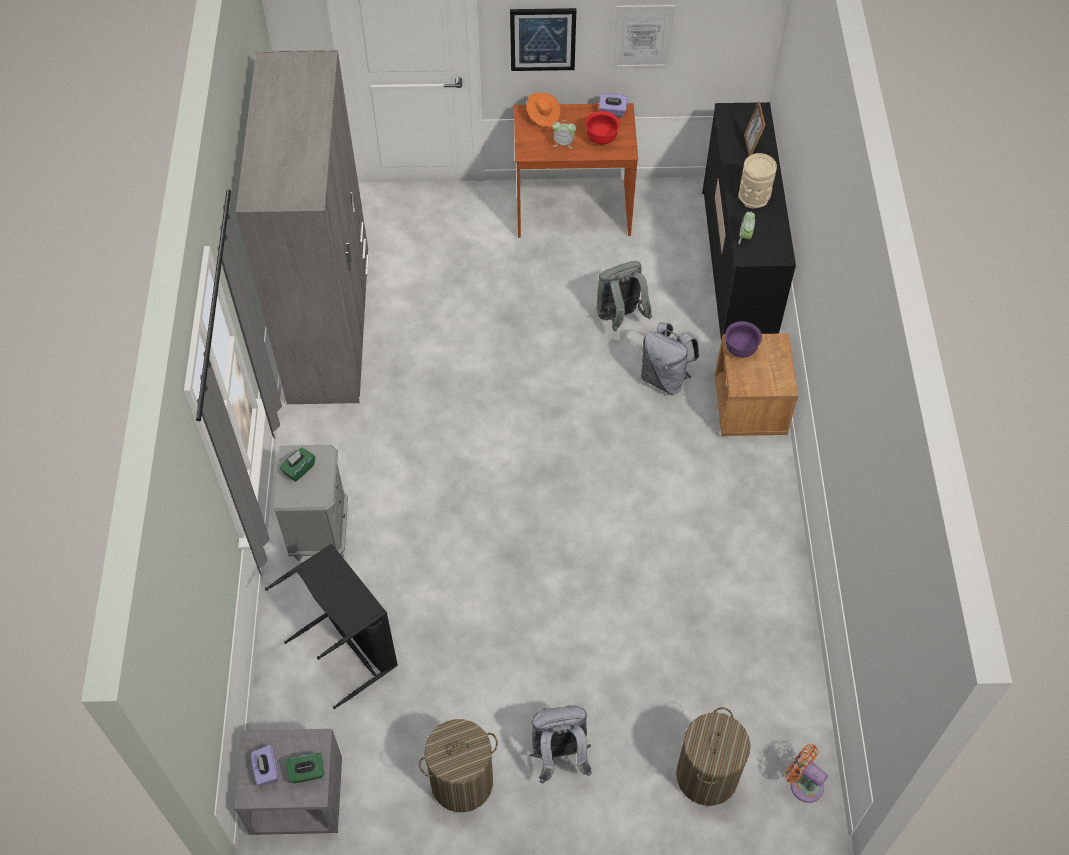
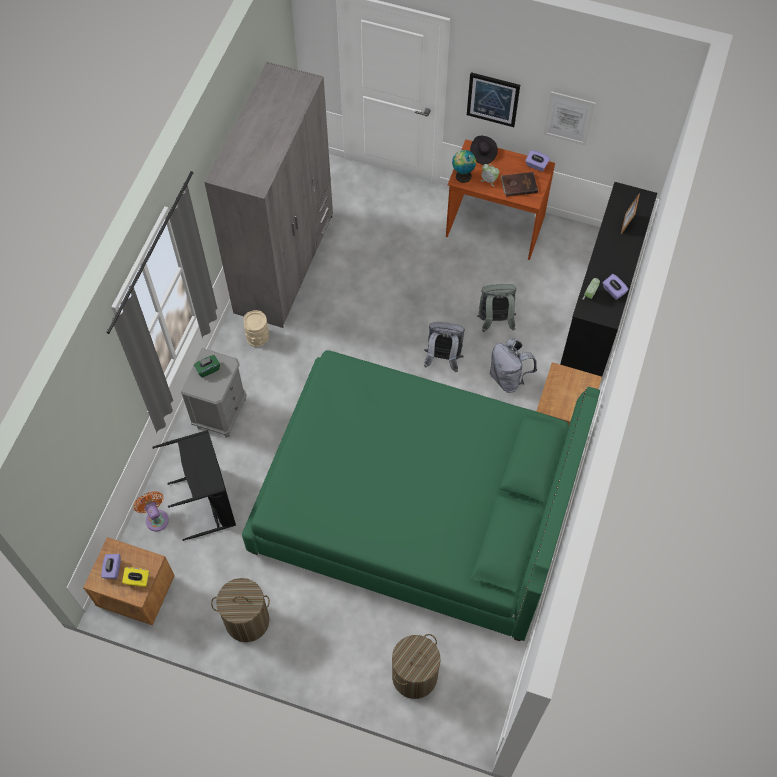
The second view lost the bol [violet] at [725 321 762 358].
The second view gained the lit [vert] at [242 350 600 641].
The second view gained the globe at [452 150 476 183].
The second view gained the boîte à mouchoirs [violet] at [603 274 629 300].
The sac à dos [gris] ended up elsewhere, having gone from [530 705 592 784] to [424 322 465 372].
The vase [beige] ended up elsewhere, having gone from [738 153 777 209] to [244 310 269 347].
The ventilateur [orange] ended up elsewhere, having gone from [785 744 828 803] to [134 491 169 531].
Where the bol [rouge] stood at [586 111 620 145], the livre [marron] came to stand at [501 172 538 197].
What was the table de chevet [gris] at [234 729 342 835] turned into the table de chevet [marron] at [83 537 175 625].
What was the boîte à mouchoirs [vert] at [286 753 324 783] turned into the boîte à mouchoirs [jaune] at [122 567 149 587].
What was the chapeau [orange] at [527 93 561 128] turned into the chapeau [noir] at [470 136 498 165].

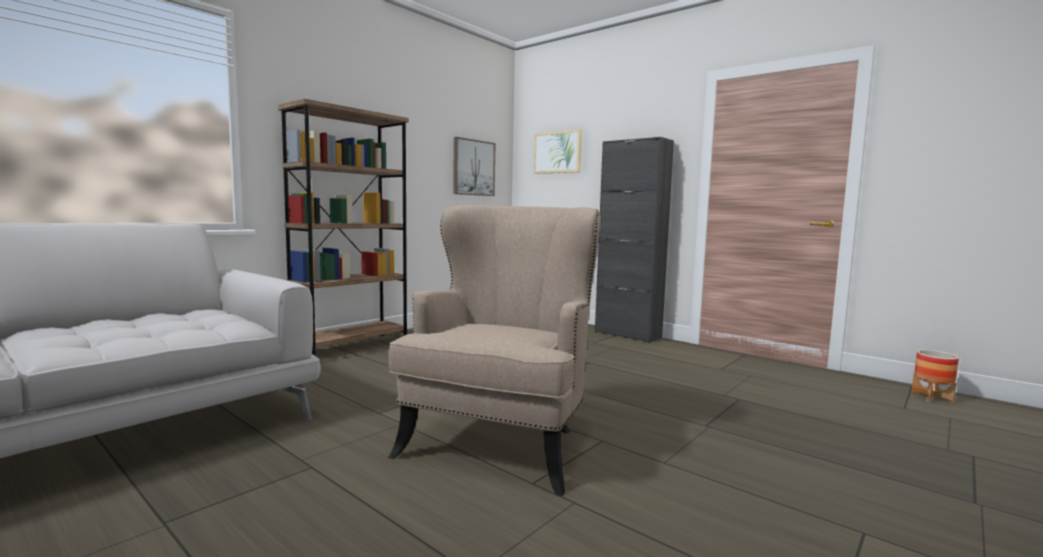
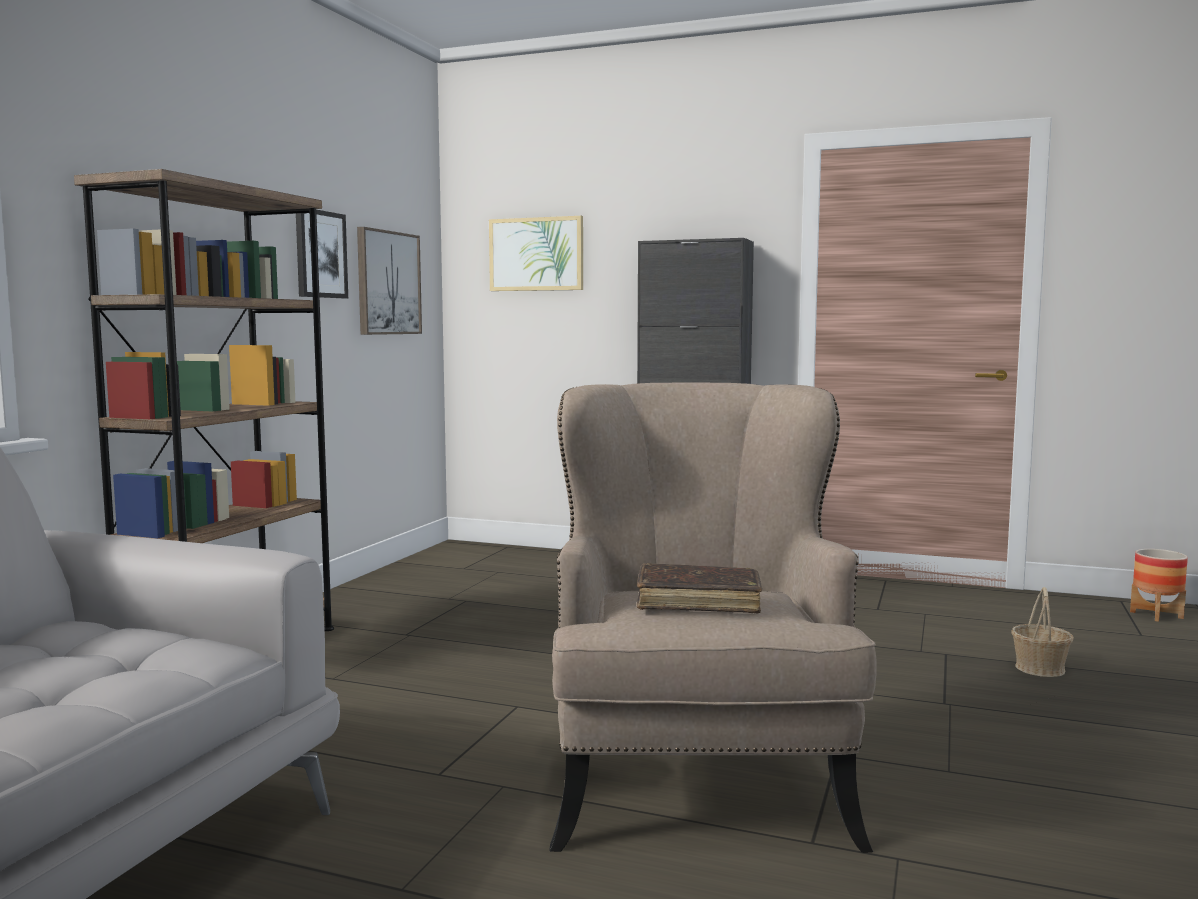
The second view gained the tableau at [296 210 348 298].
The second view gained the livre [marron] at [637 563 762 613].
The second view gained the panier at [1011 587 1074 677].

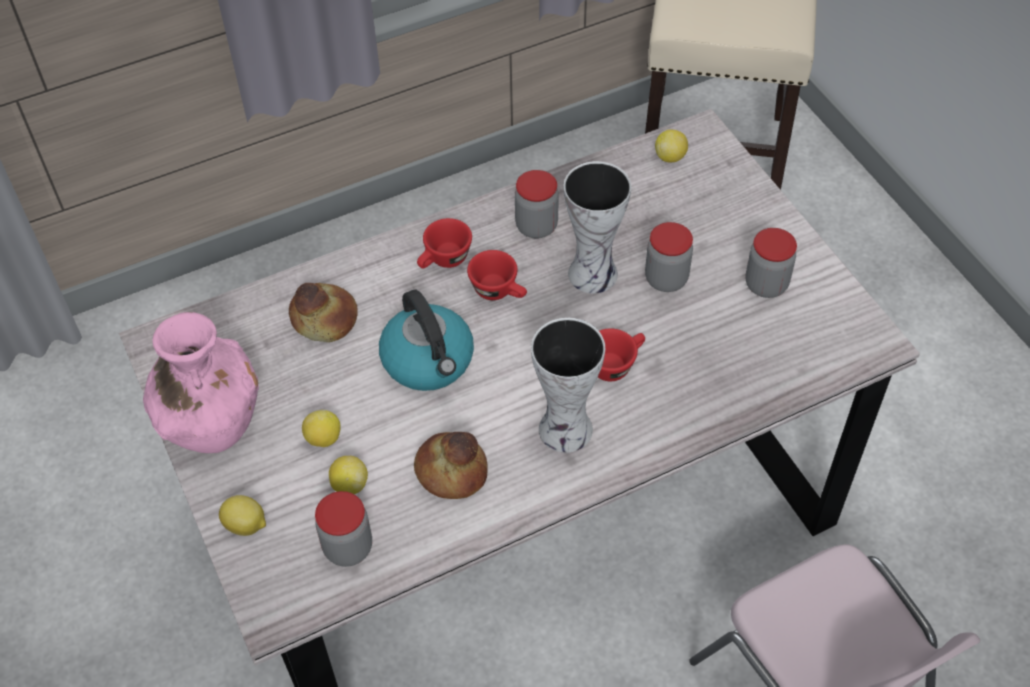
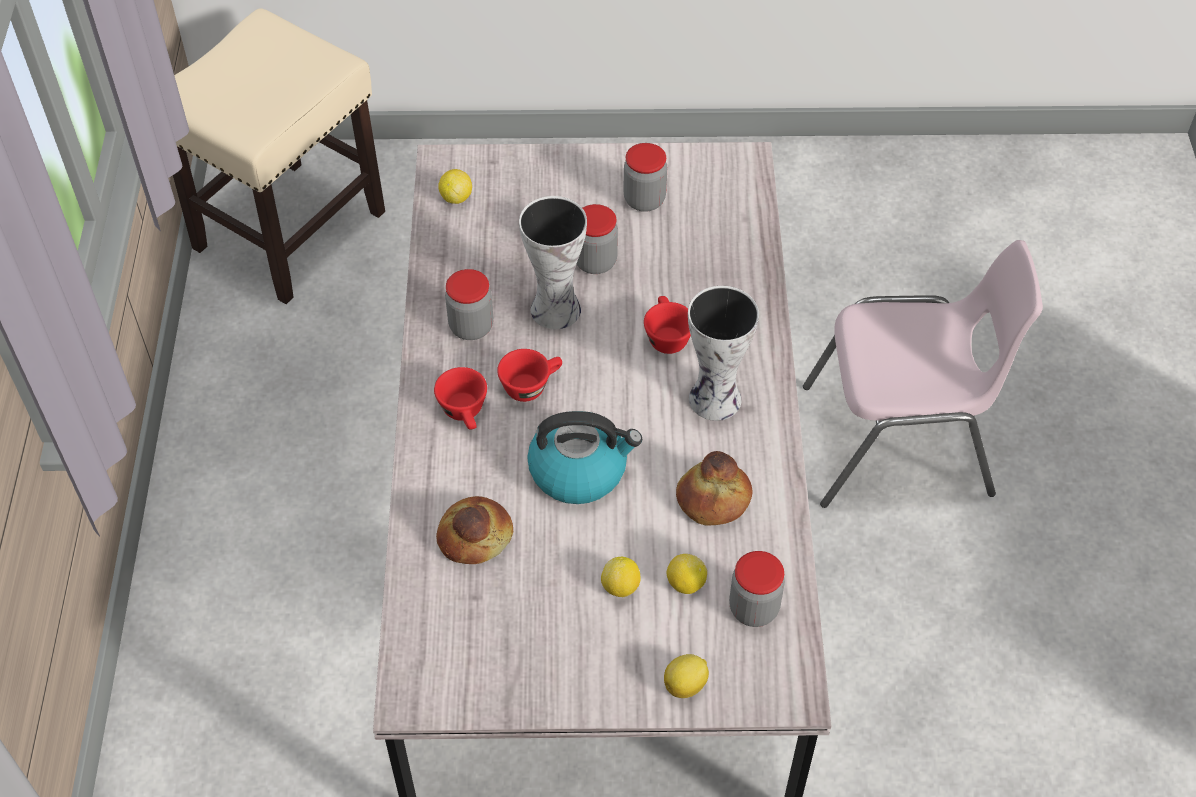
The second view lost the vase [rose] at [143 312 259 453].

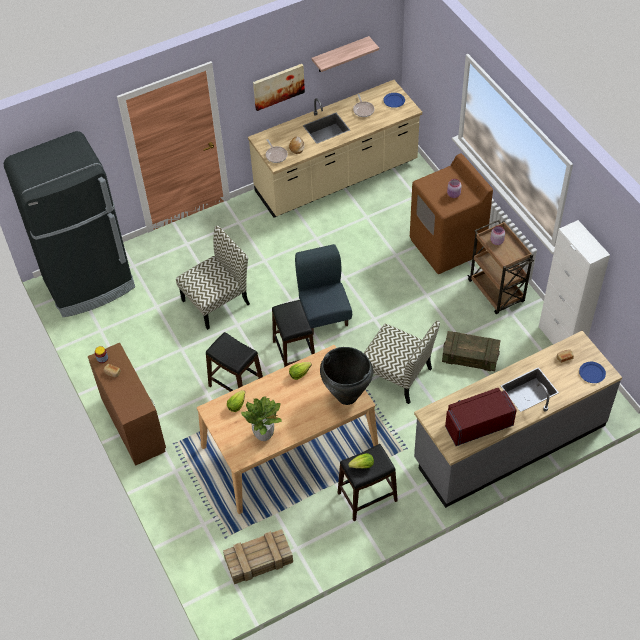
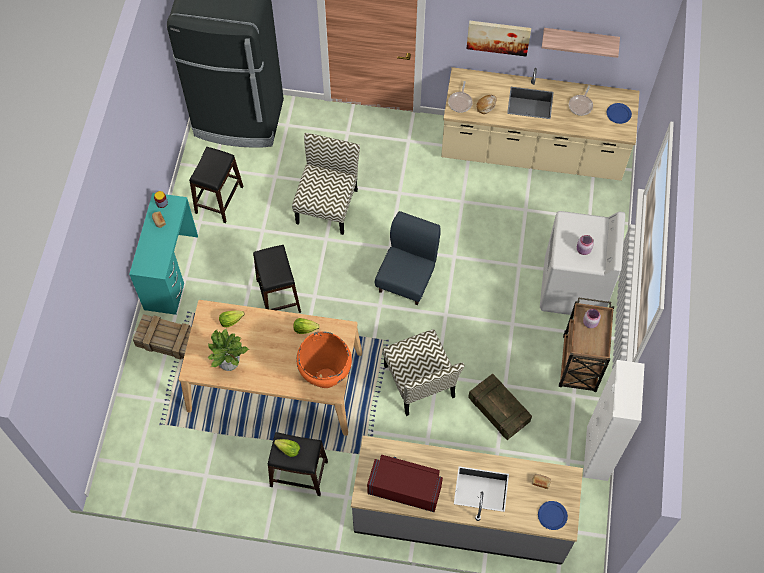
The caisse ended up elsewhere, having gone from [223 529 293 584] to [133 314 191 359].
The tabouret [noir] ended up elsewhere, having gone from [272 300 315 367] to [189 147 243 223].
What was the bureau [marron] at [88 343 166 466] turned into the bureau [turquoise] at [129 193 198 315].
What was the vase [noir] at [320 347 373 405] turned into the vase [orange] at [296 331 352 388].
What was the lave-linge [marron] at [410 153 493 274] turned into the lave-linge [blanc] at [540 211 625 315].
The chaise at [176 225 250 330] ended up facing another way, 75 degrees counterclockwise from before.

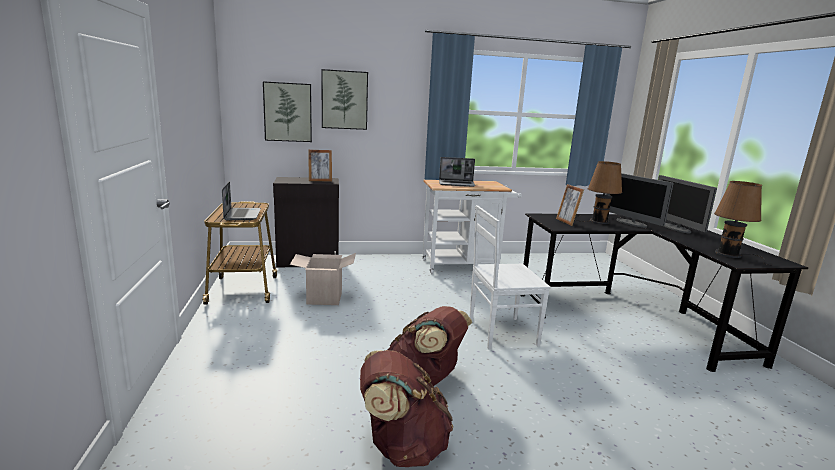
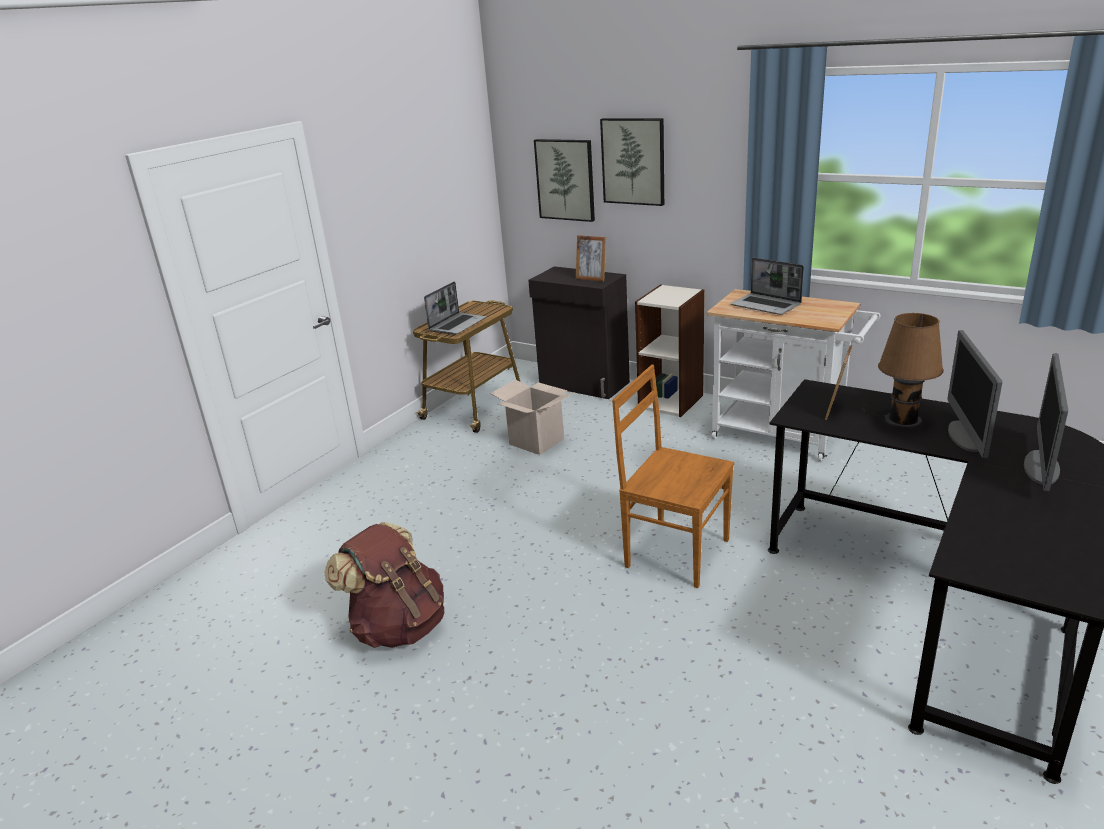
The second view lost the sac à dos [marron] at [388 306 472 386].
The second view lost the lampe de table [marron] at [714 181 769 265].
The second view gained the bibliothèque at [635 285 705 417].
What was the chaise [blanc] at [470 205 550 349] turned into the chaise [marron] at [612 365 734 588].

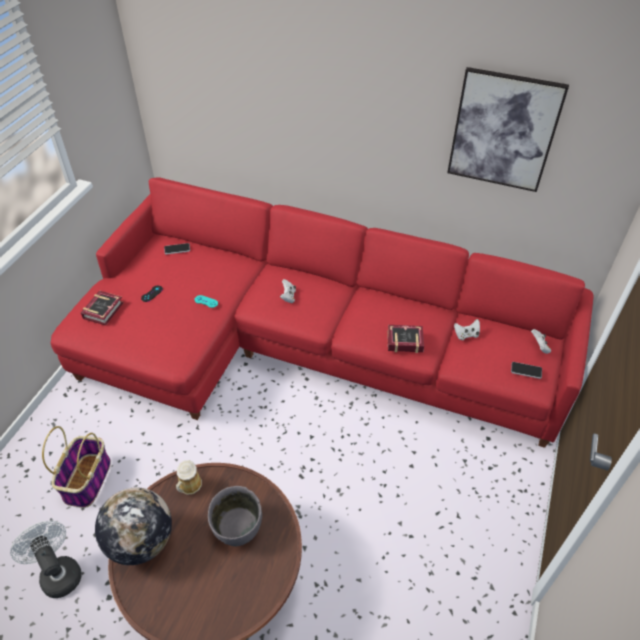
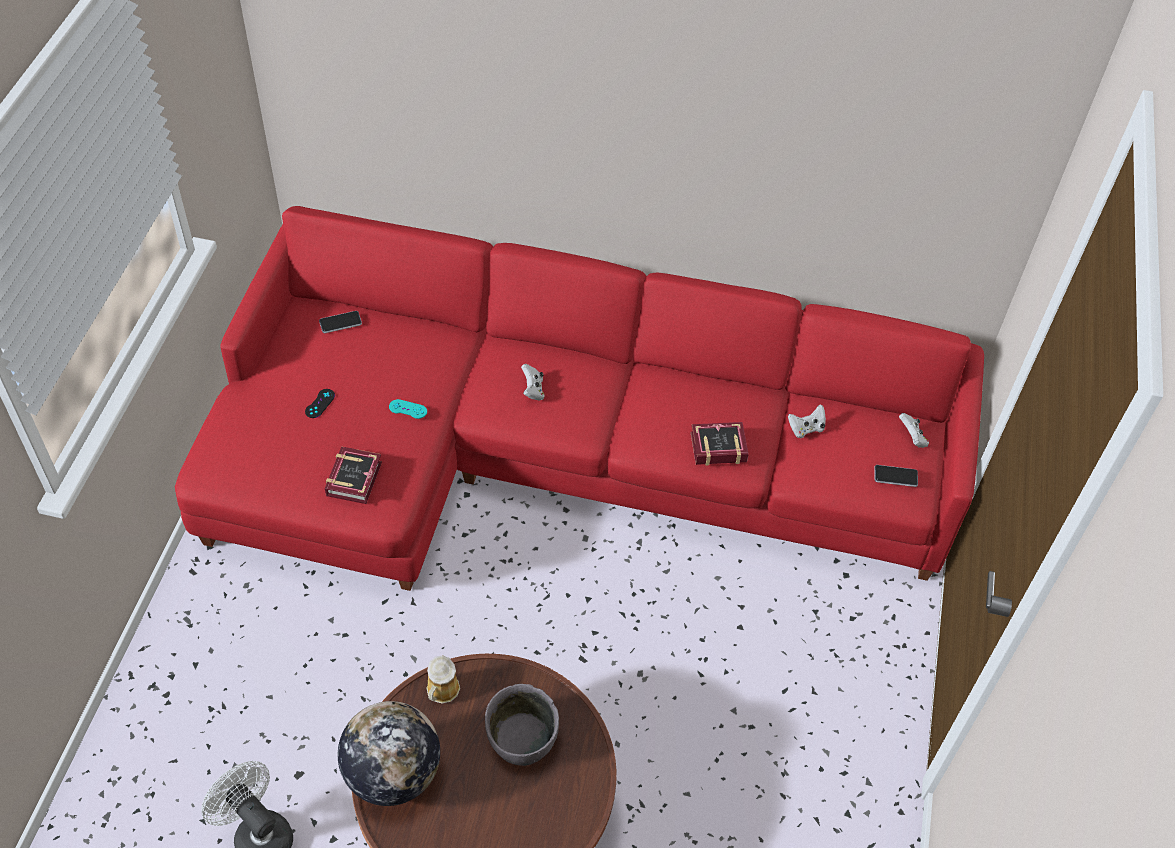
The second view lost the panier at [42 426 111 508].
The second view lost the tableau at [447 67 569 192].
The livre ended up elsewhere, having gone from [81 290 124 325] to [325 446 382 504].

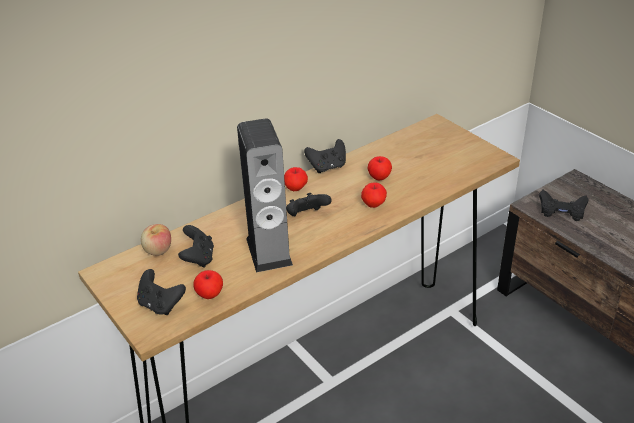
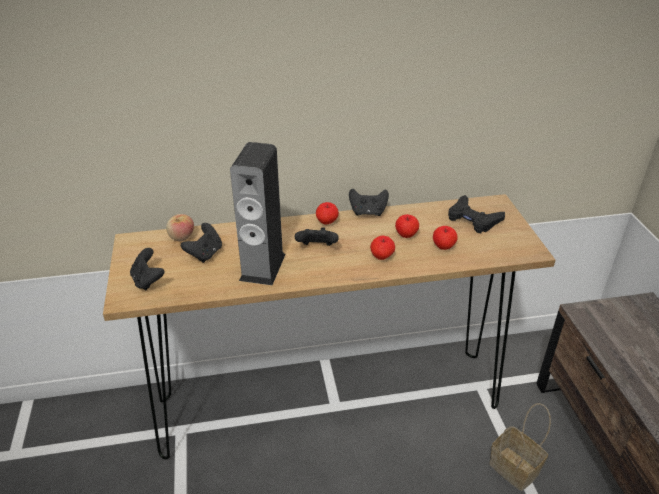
The second view gained the panier at [489 403 551 491].
The pomme ended up elsewhere, having gone from [194 270 223 299] to [433 226 458 250].
The manette [noir] ended up elsewhere, having gone from [539 190 589 221] to [448 195 505 233].

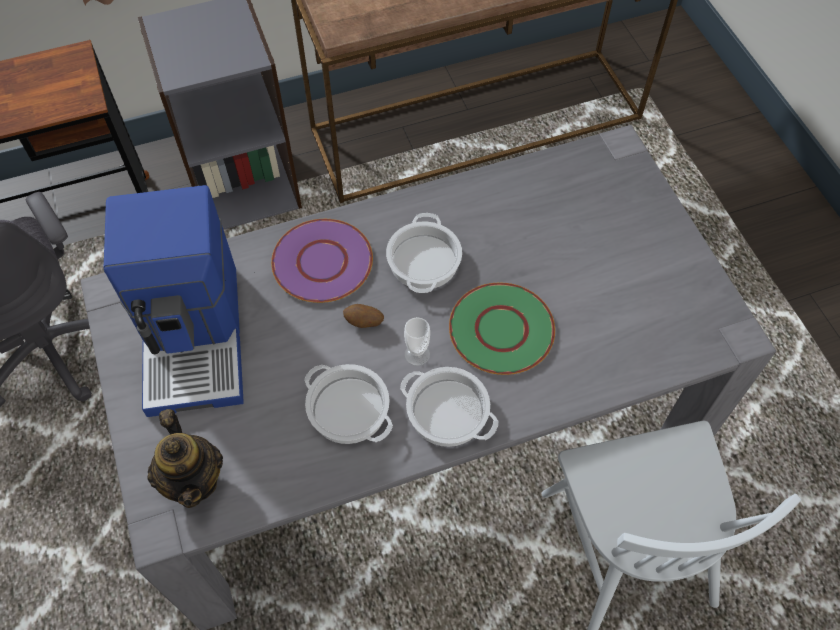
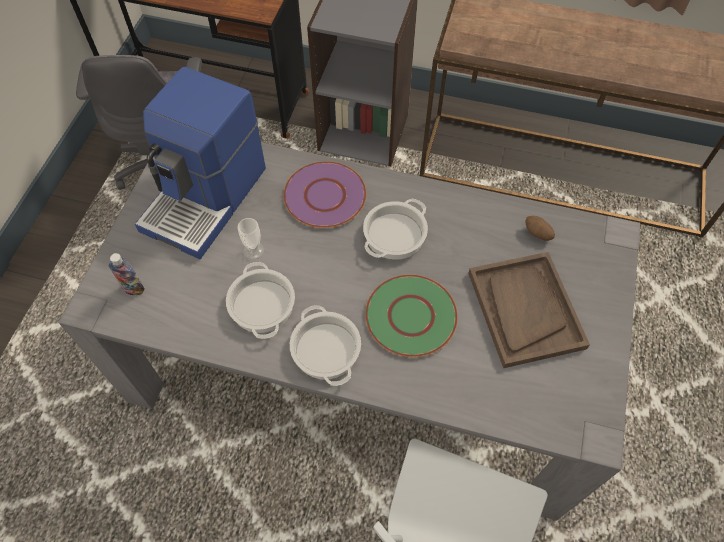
The second view gained the plateau [marron] at [468 252 590 368].
The pomme de terre ended up elsewhere, having gone from [343 304 384 328] to [525 216 555 241].
The tasse ended up elsewhere, having gone from [404 317 430 366] to [238 218 264 259].
Where the théière stood at [147 409 223 508], the bouteille came to stand at [109 253 145 295].

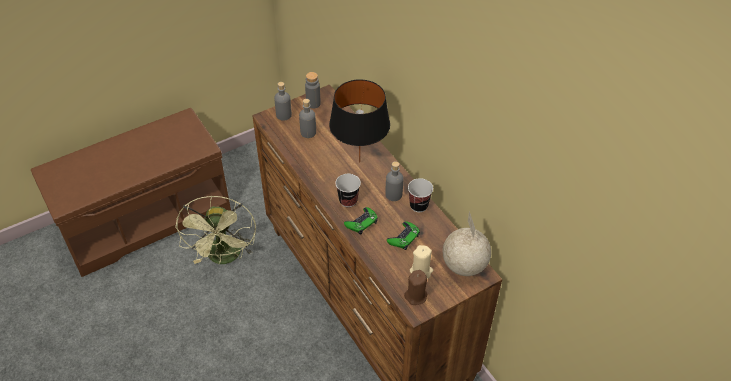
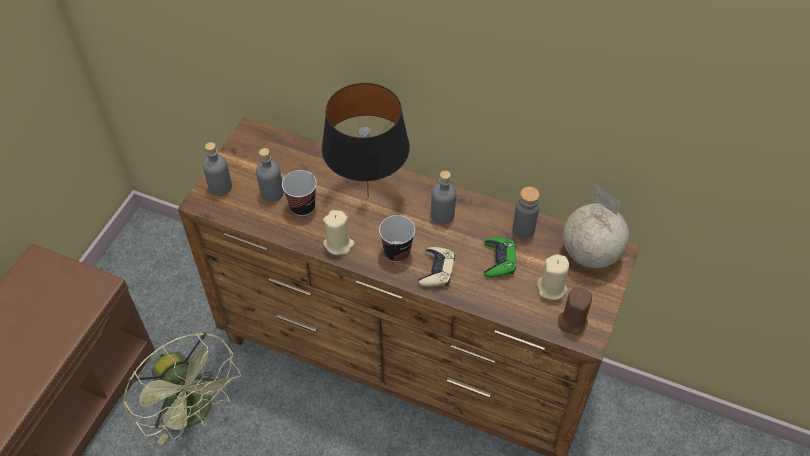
The second view gained the bougie [beige] at [323 210 355 255].
The bouteille [gris] ended up elsewhere, having gone from [305 72 321 109] to [513 187 540 239].
The tasse ended up elsewhere, having gone from [408 178 433 212] to [282 170 317 216].
What was the manette [vert] at [344 207 378 235] turned into the manette [beige] at [418 247 455 287].

